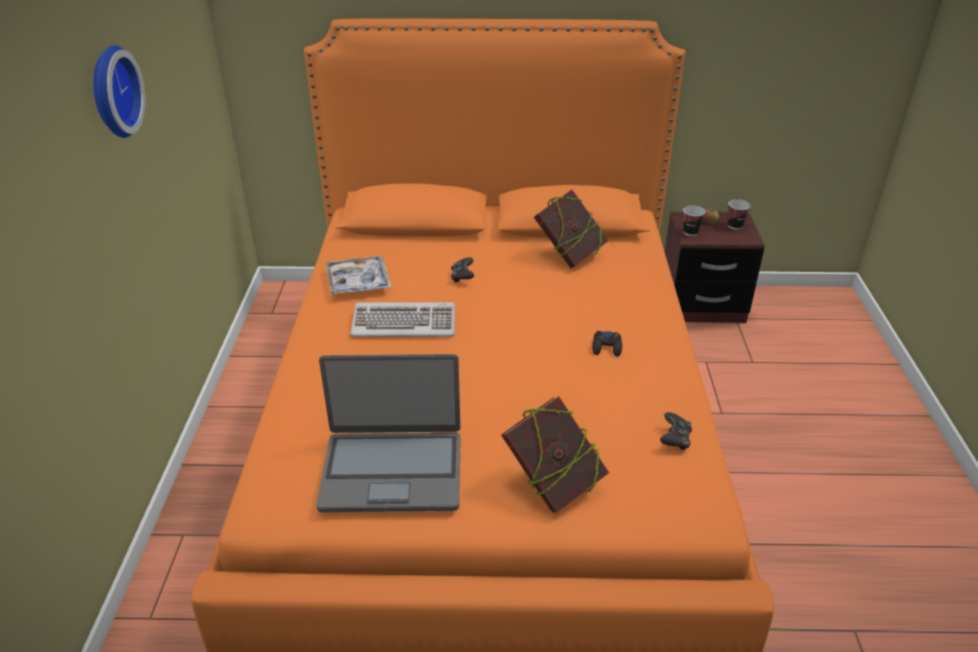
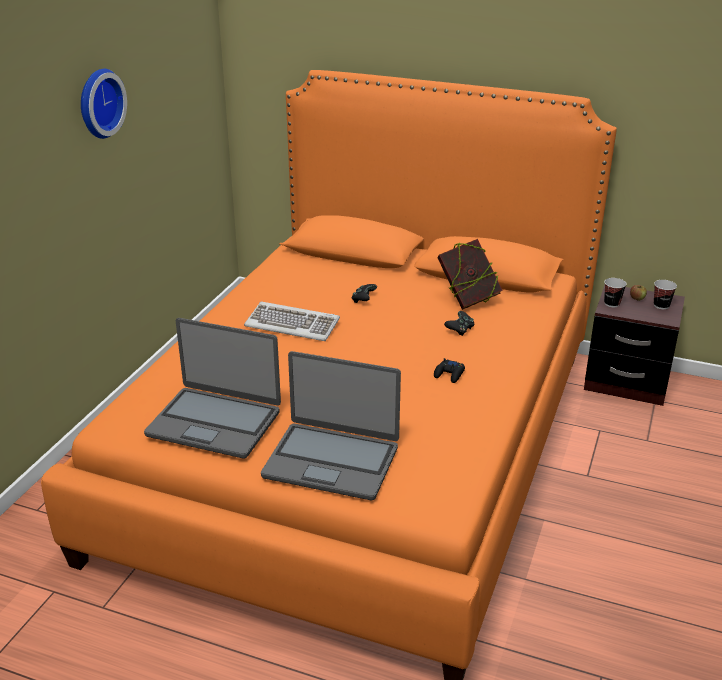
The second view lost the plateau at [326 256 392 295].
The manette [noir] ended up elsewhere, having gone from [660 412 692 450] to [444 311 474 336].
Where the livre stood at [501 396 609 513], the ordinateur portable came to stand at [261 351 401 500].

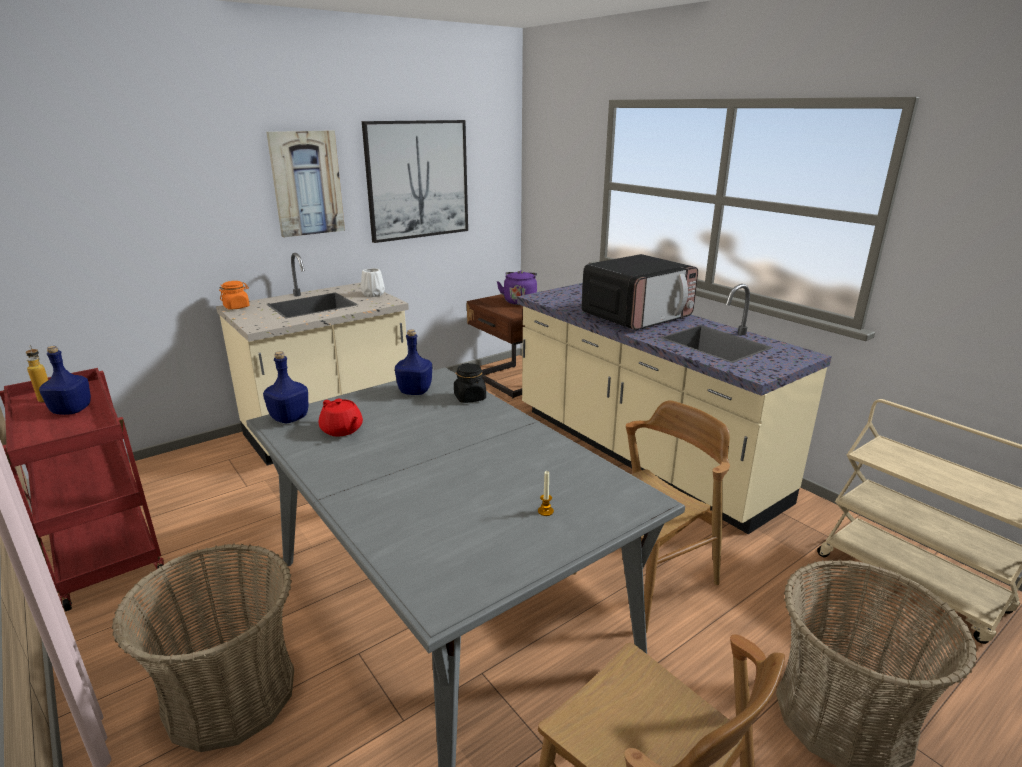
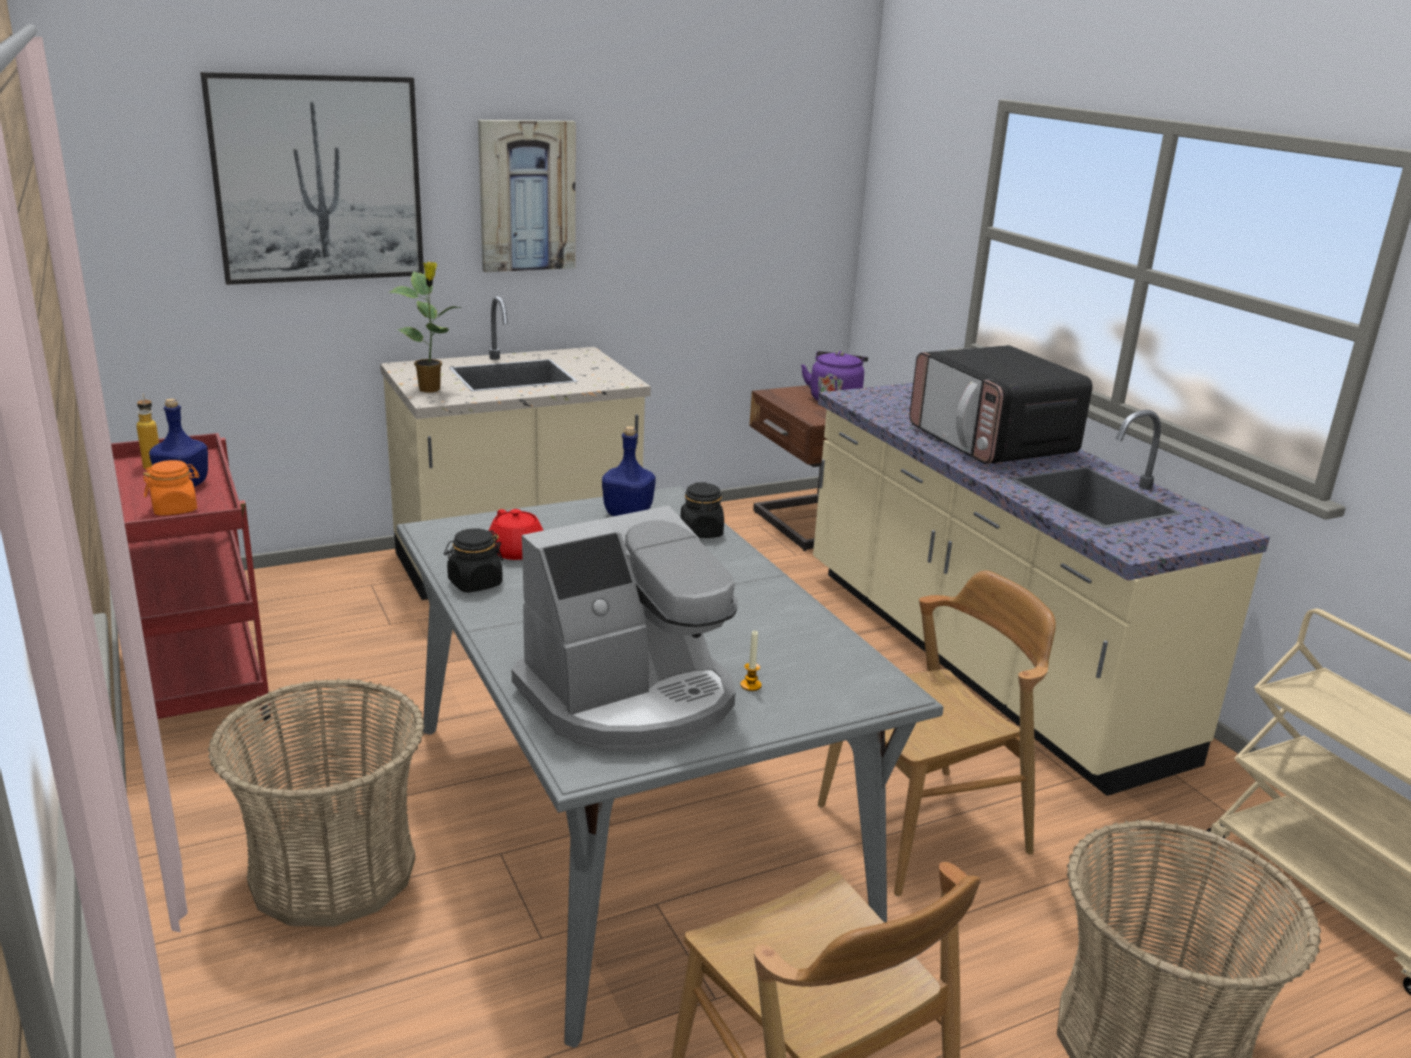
The second view lost the bouteille [bleu] at [263 351 308 424].
The second view lost the vase [blanc] at [361 268 385 297].
The second view gained the plante en pot at [388 261 462 392].
The second view gained the bocal [noir] at [444 528 503 593].
The second view gained the machine à café at [512 505 738 751].
The bocal [orange] ended up elsewhere, having gone from [219 281 250 310] to [143 460 200 516].
The tableau ended up elsewhere, having gone from [362 120 468 243] to [200 72 424 285].
The micro-ondes at [582 254 698 330] ended up facing another way, 90 degrees clockwise from before.

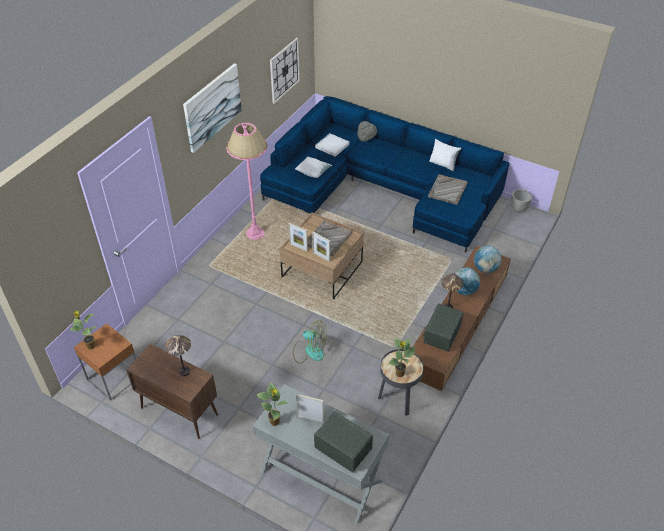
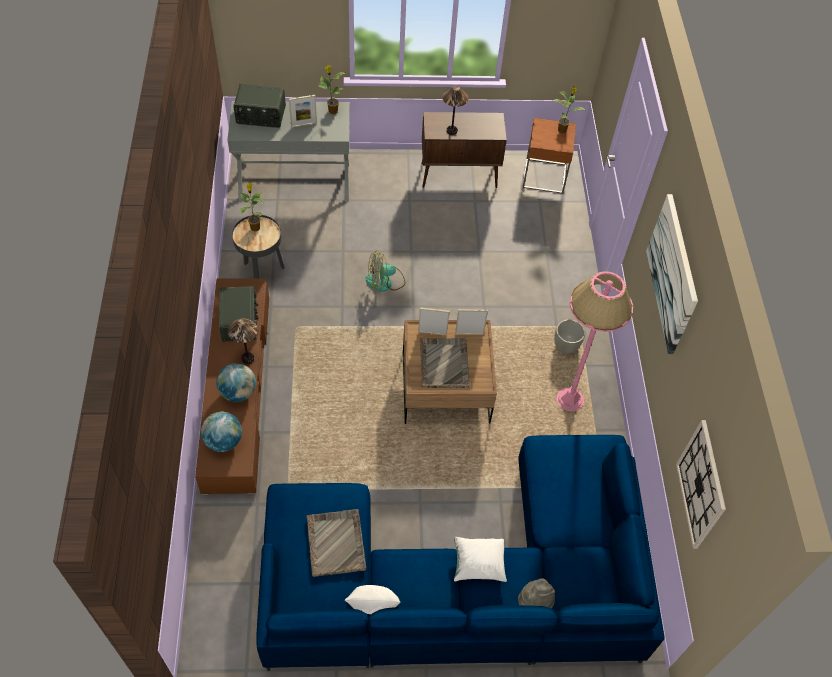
The second view lost the plateau [blanc] at [315 133 349 157].
The coussin [blanc] ended up elsewhere, having gone from [295 157 332 178] to [454 537 507 582].
The cache-pot [gris] ended up elsewhere, having gone from [511 189 532 212] to [554 319 585 354].

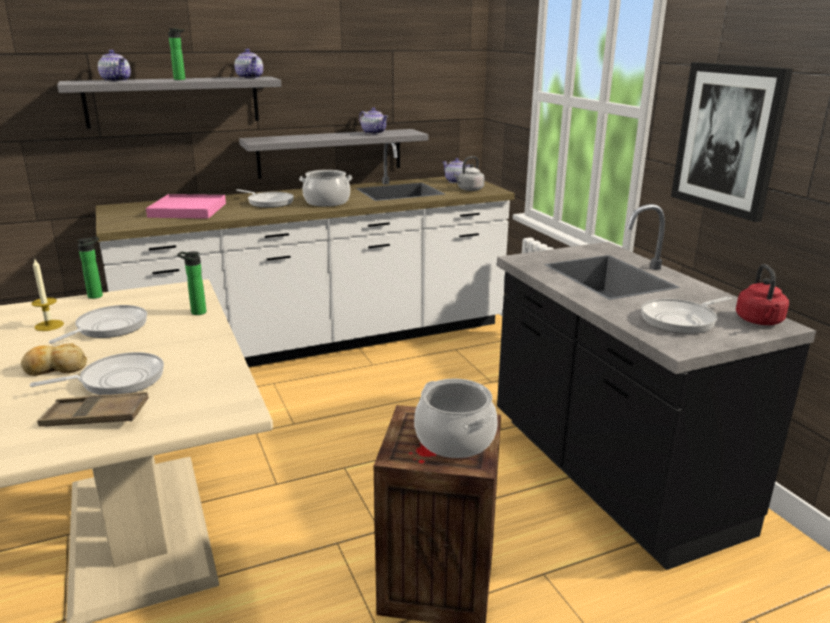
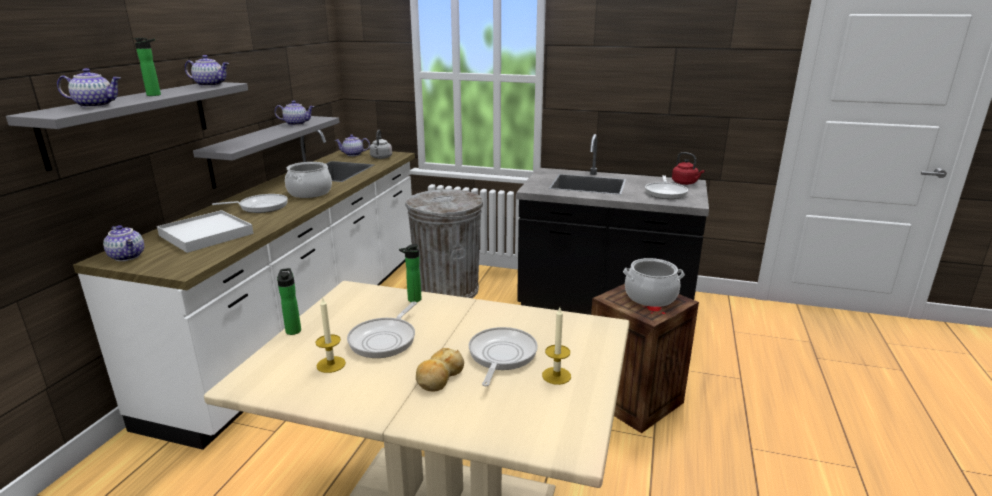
The second view lost the tableau at [671 62 793 222].
The second view gained the théière at [103 225 144 261].
The second view gained the poubelle [gris] at [405 189 483 298].
Where the plateau [marron] stood at [37 392 149 427], the bougie came to stand at [542 308 571 385].
What was the plateau [rose] at [146 194 226 219] turned into the plateau [blanc] at [157 210 254 253].
The poêle at [49 305 147 344] ended up facing another way, 135 degrees counterclockwise from before.

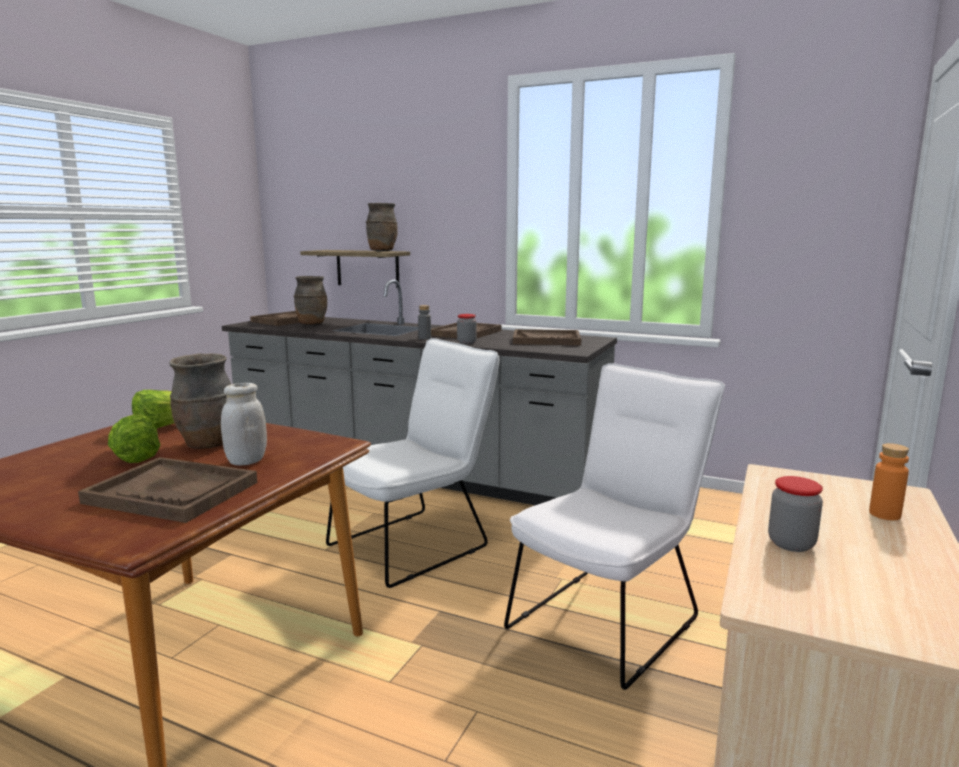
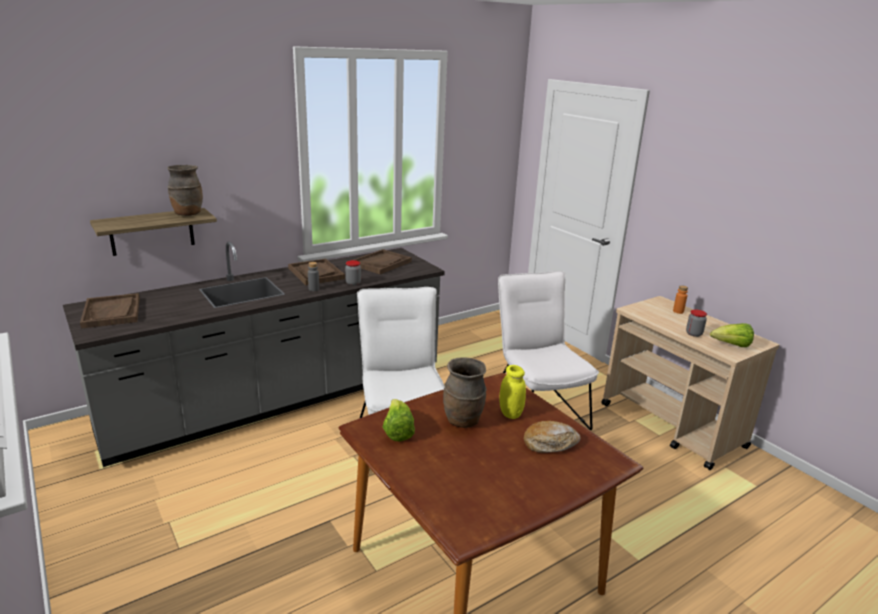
The second view lost the vase [marron] at [294 276 327 325].
The laitue ended up elsewhere, having gone from [108 414 160 463] to [710 323 754 347].
Where the plateau [marron] stood at [78 457 257 523], the pain came to stand at [524 421 581 453].
What was the bocal [blanc] at [221 383 267 465] turned into the bocal [jaune] at [499 365 526 419].

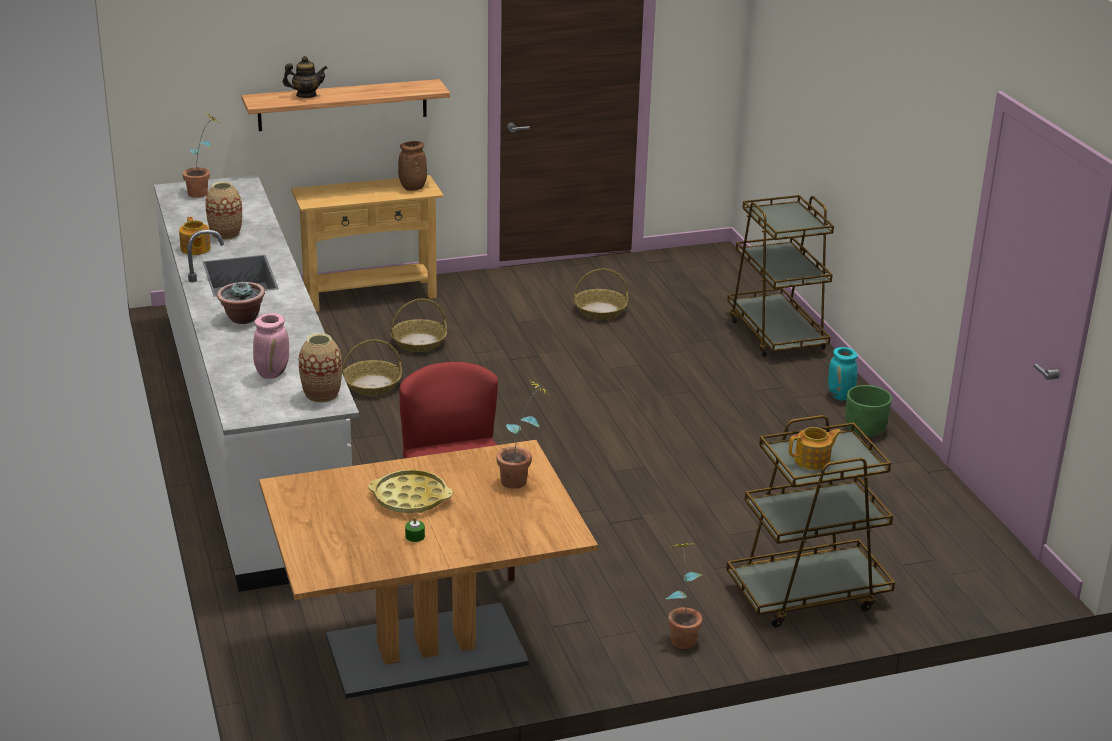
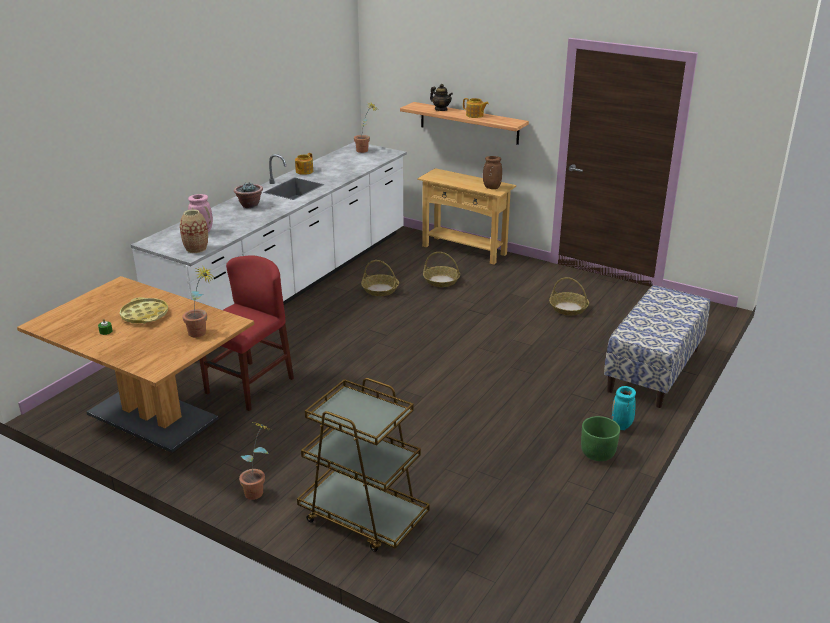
The second view lost the vase at [205 181 242 240].
The théière ended up elsewhere, having gone from [789 427 842 470] to [463 98 489 118].
Where the chariot [marron] stood at [727 195 834 357], the banc came to stand at [604 285 710 408].

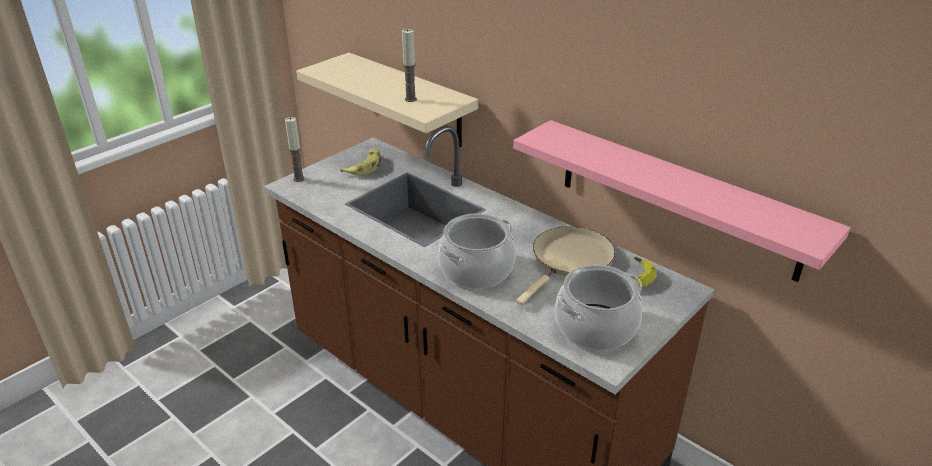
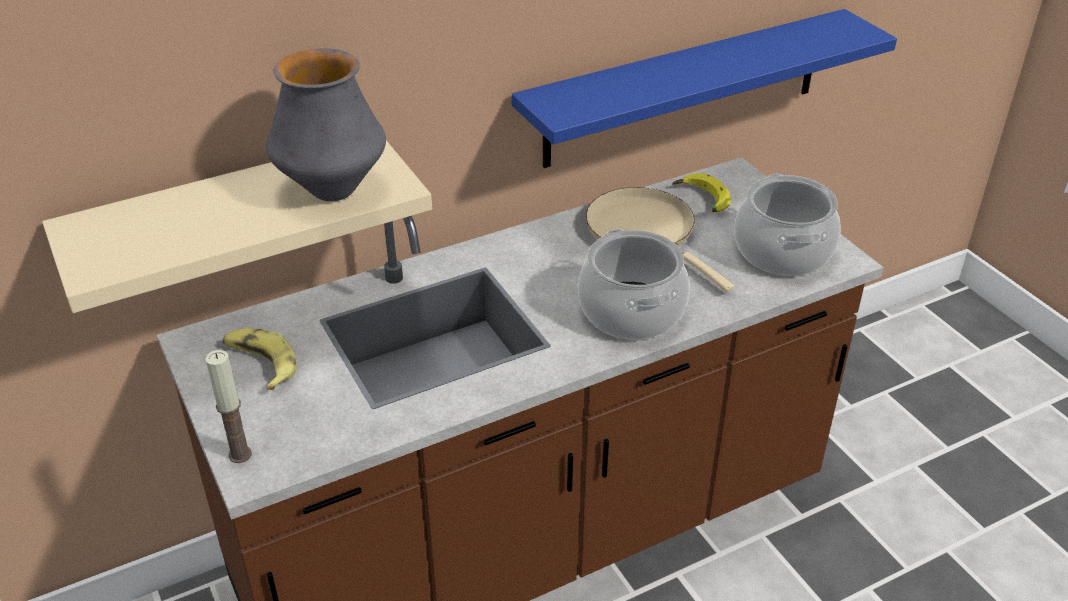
Where the bougie stood at [402 29 417 102], the vase came to stand at [266 48 386 201].
What was the étagère [rose] at [513 120 851 282] turned into the étagère [bleu] at [512 9 897 168].

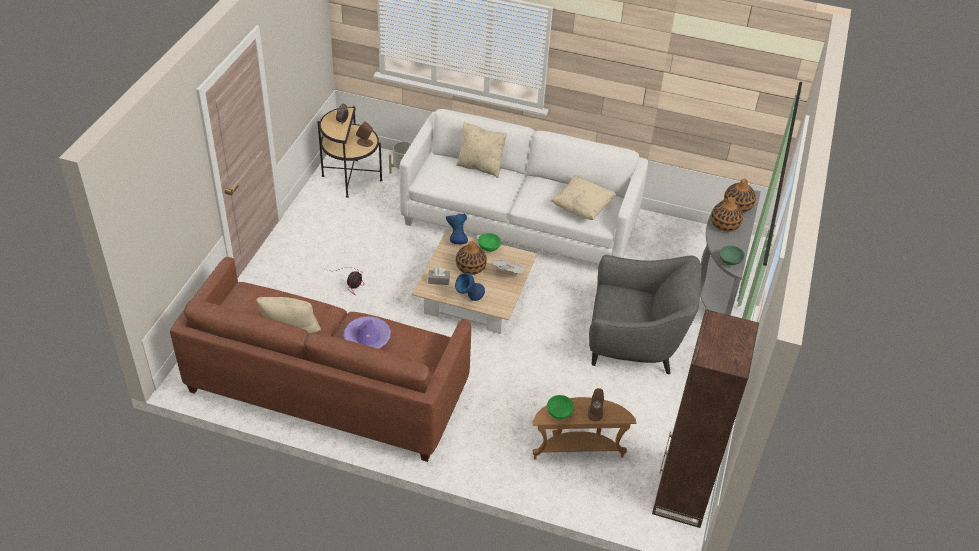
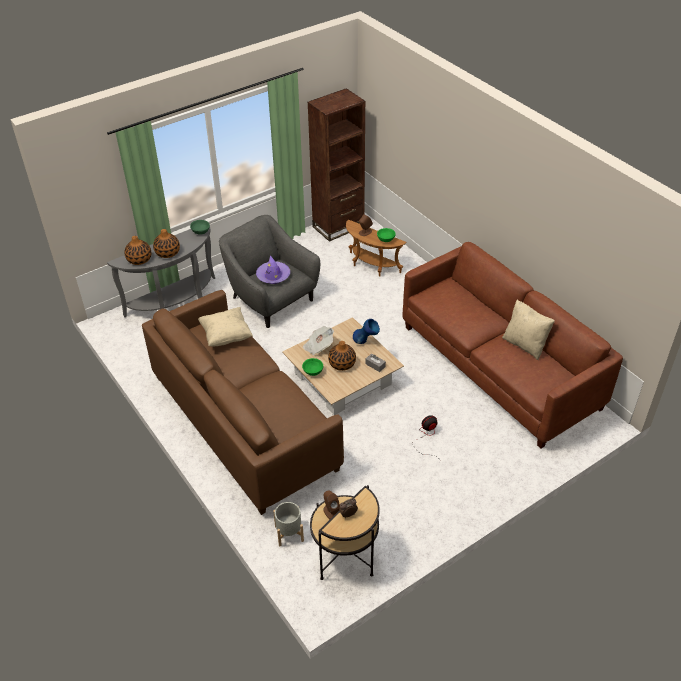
The second view lost the vase [bleu] at [446 214 468 244].
The second view lost the coussin [beige] at [456 122 507 178].
The chapeau [violet] ended up elsewhere, having gone from [343 316 391 348] to [256 256 290 284].
What was the canapé [blanc] at [399 109 648 264] turned into the canapé [marron] at [142 290 344 515].

